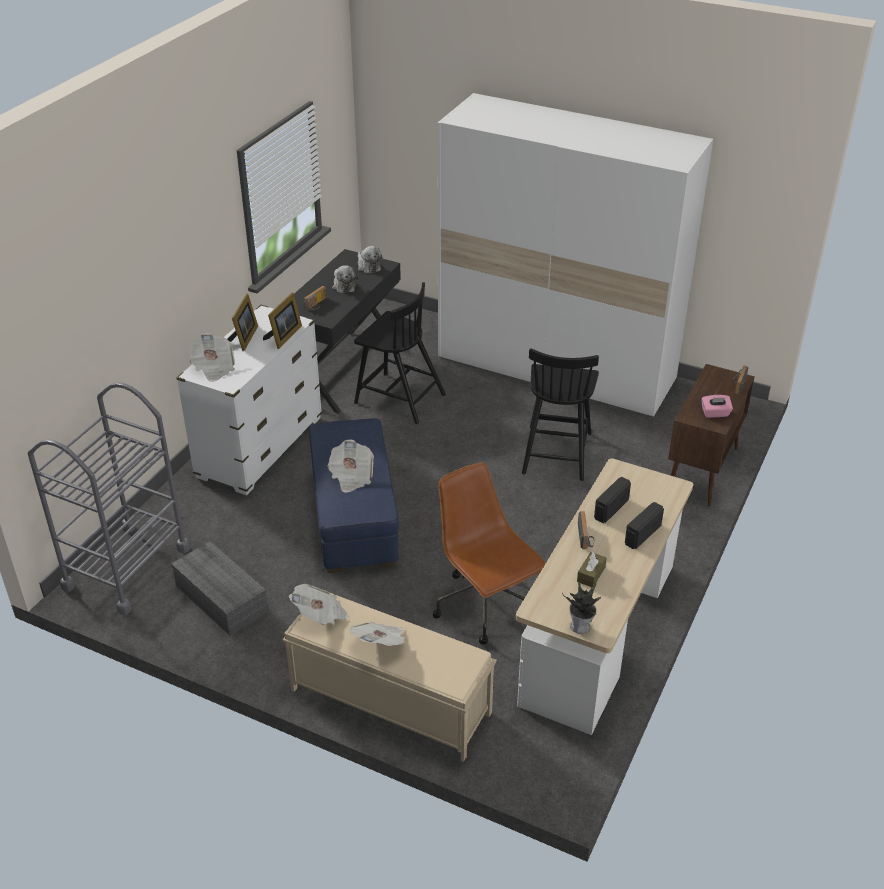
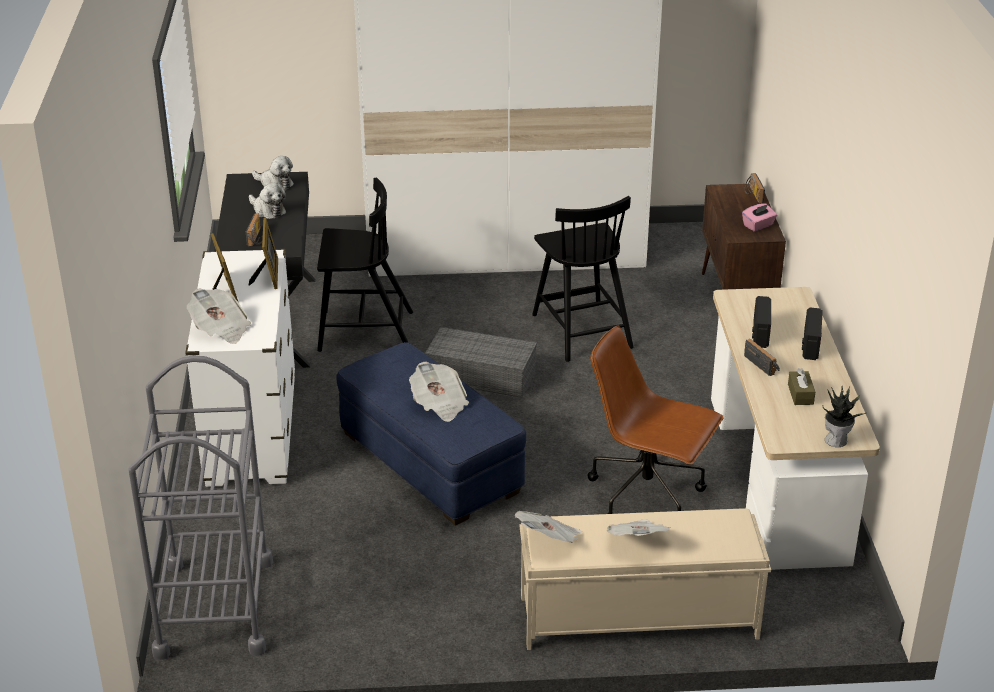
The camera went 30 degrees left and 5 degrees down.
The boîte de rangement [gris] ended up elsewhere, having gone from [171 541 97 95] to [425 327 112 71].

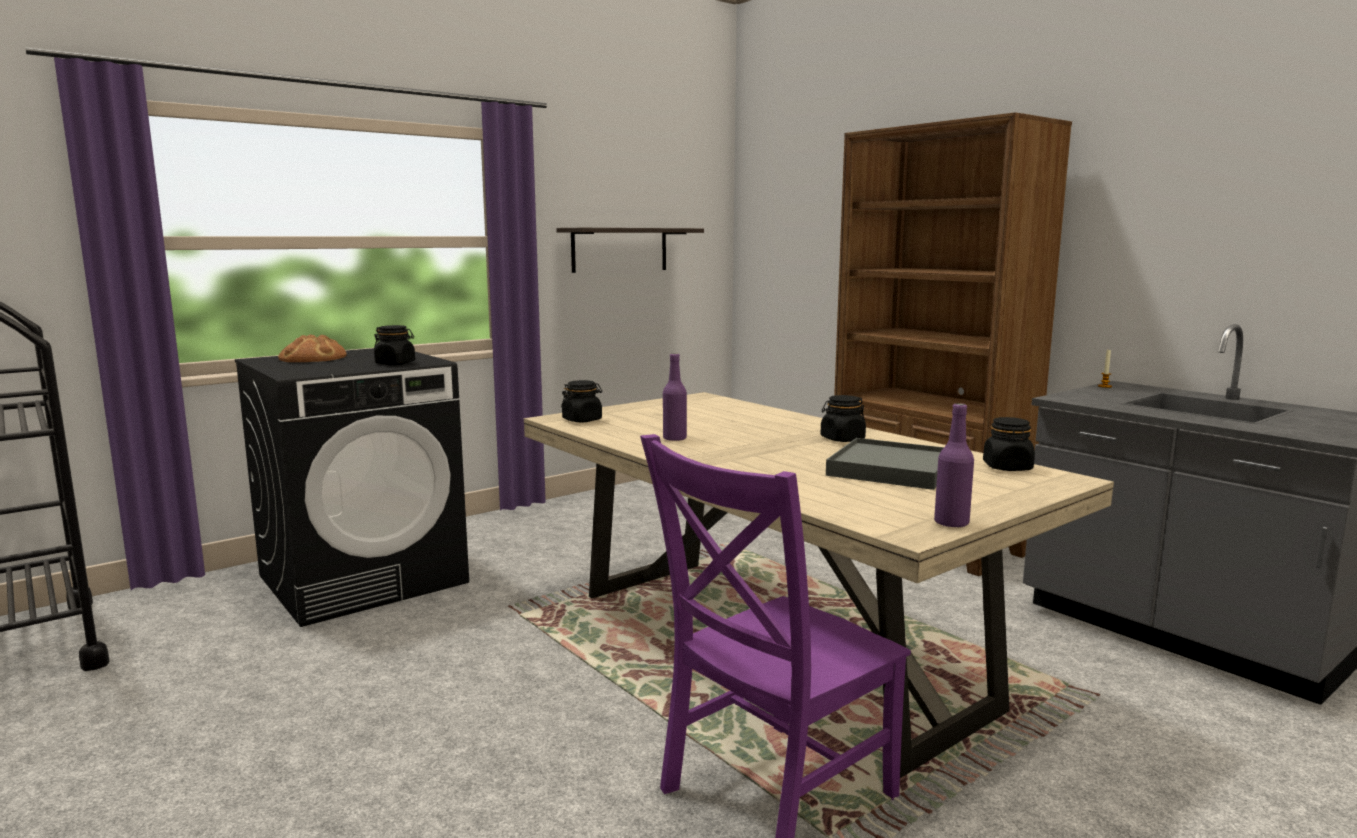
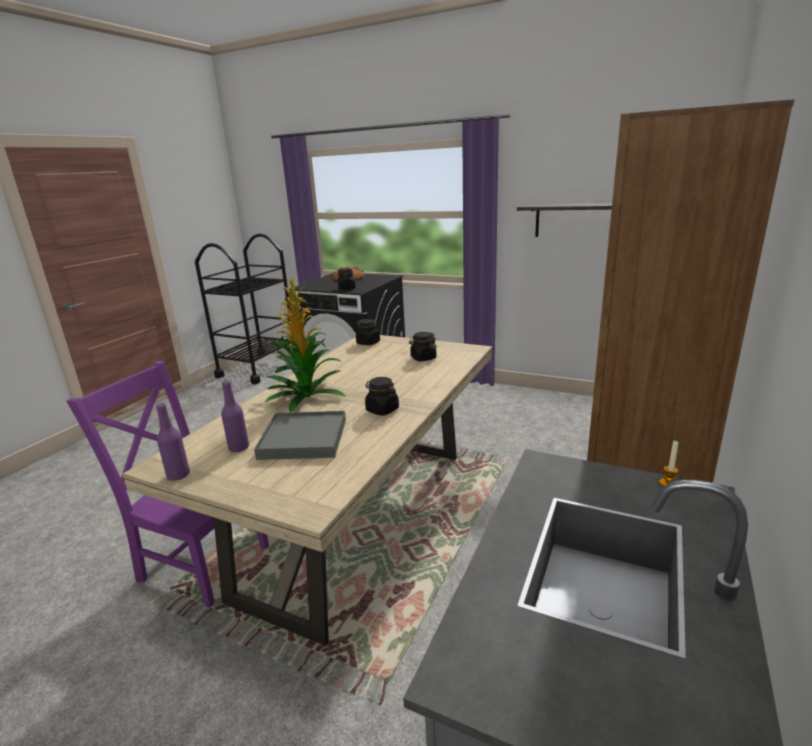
The camera went 65 degrees right and 10 degrees up.
The second view gained the plante en pot at [265 278 81 135].
The bouteille [violet] ended up elsewhere, having gone from [663 353 24 88] to [221 380 28 72].
The bocal [noir] ended up elsewhere, having gone from [983 417 52 54] to [409 332 28 30].

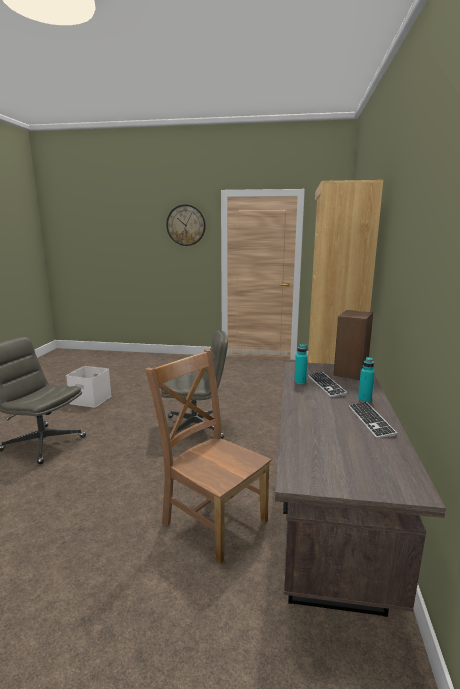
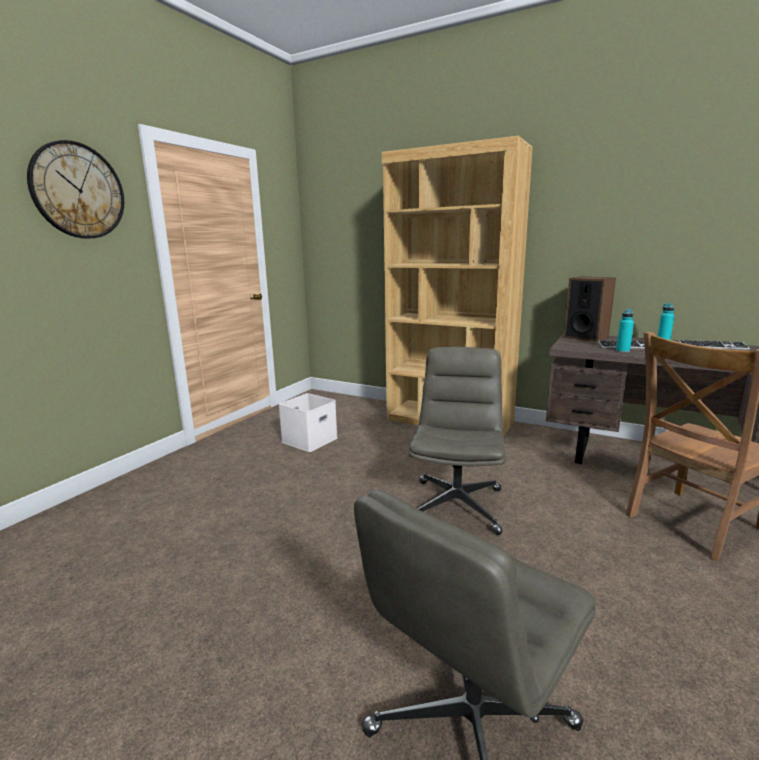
The camera went 70 degrees left and 0 degrees up.
The boîte de rangement [blanc] ended up elsewhere, having gone from [66 366 45 42] to [278 393 59 59].

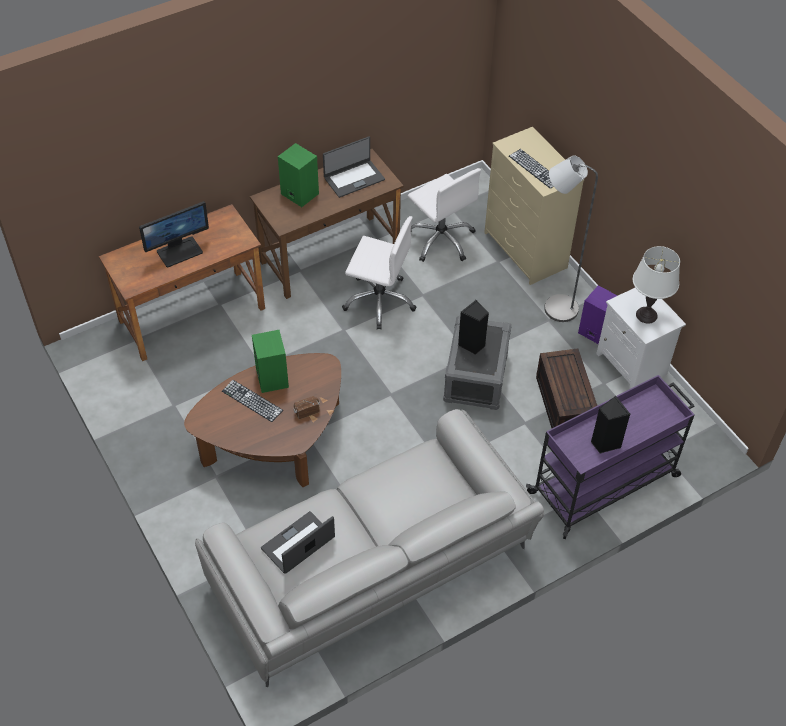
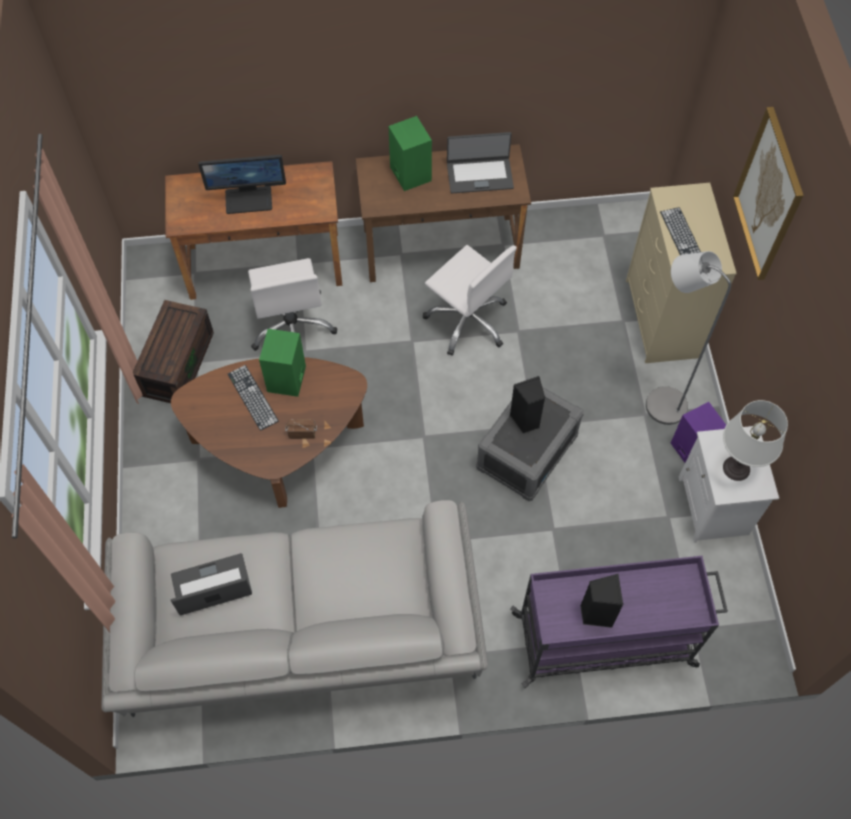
The camera went 25 degrees right and 10 degrees up.
The second view gained the tableau at [733 107 71 173].
The chaise de bureau [blanc] ended up elsewhere, having gone from [408 168 73 94] to [248 258 89 93].
The boîte de rangement [marron] ended up elsewhere, having gone from [536 348 61 80] to [133 300 81 103].

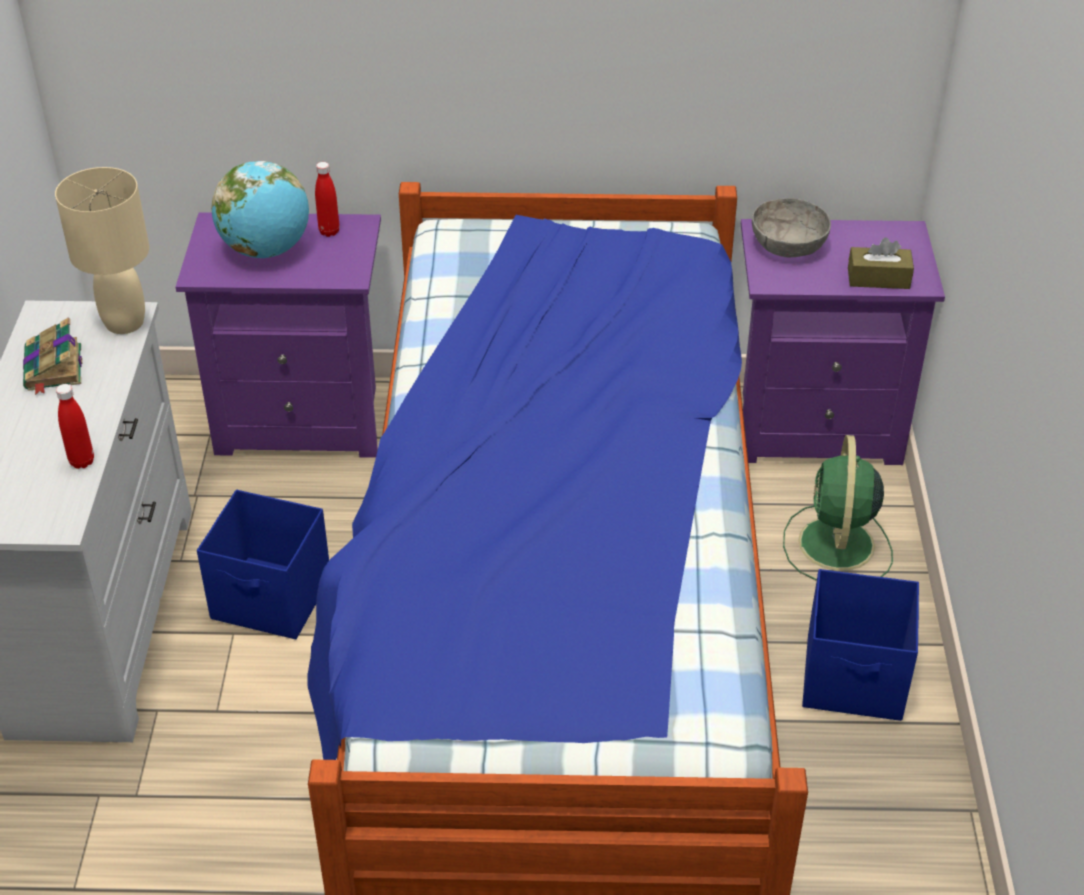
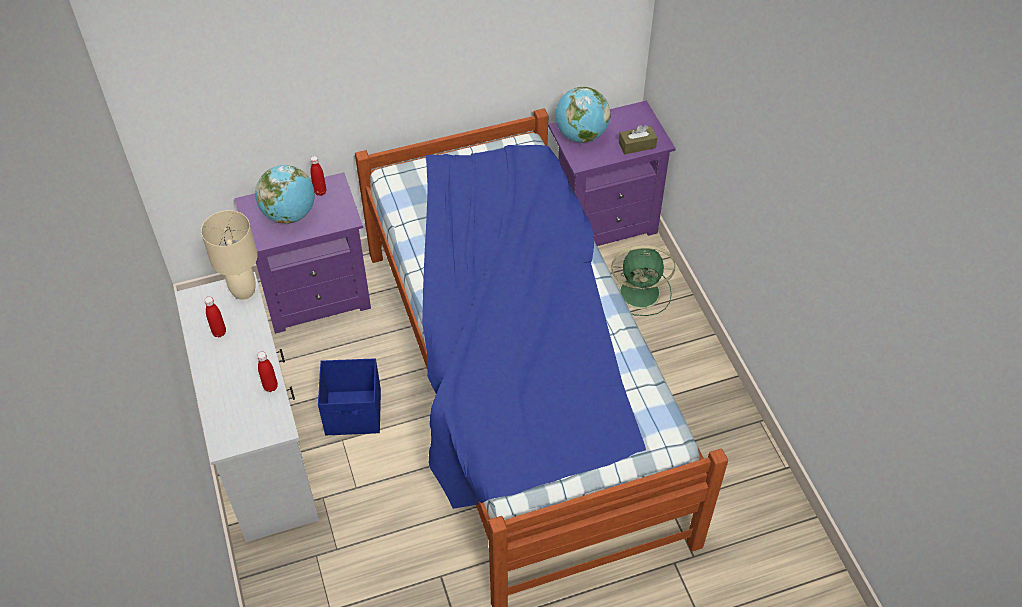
The camera went 20 degrees left and 10 degrees up.
The second view lost the boîte de rangement [bleu] at [802 569 117 152].
Where the livre stood at [23 317 59 78], the bouteille [rouge] came to stand at [204 297 22 40].
Where the bol [gris] stood at [752 198 79 60], the globe came to stand at [555 87 56 56].
The ventilateur [vert] at [783 435 110 146] ended up facing another way, 75 degrees counterclockwise from before.

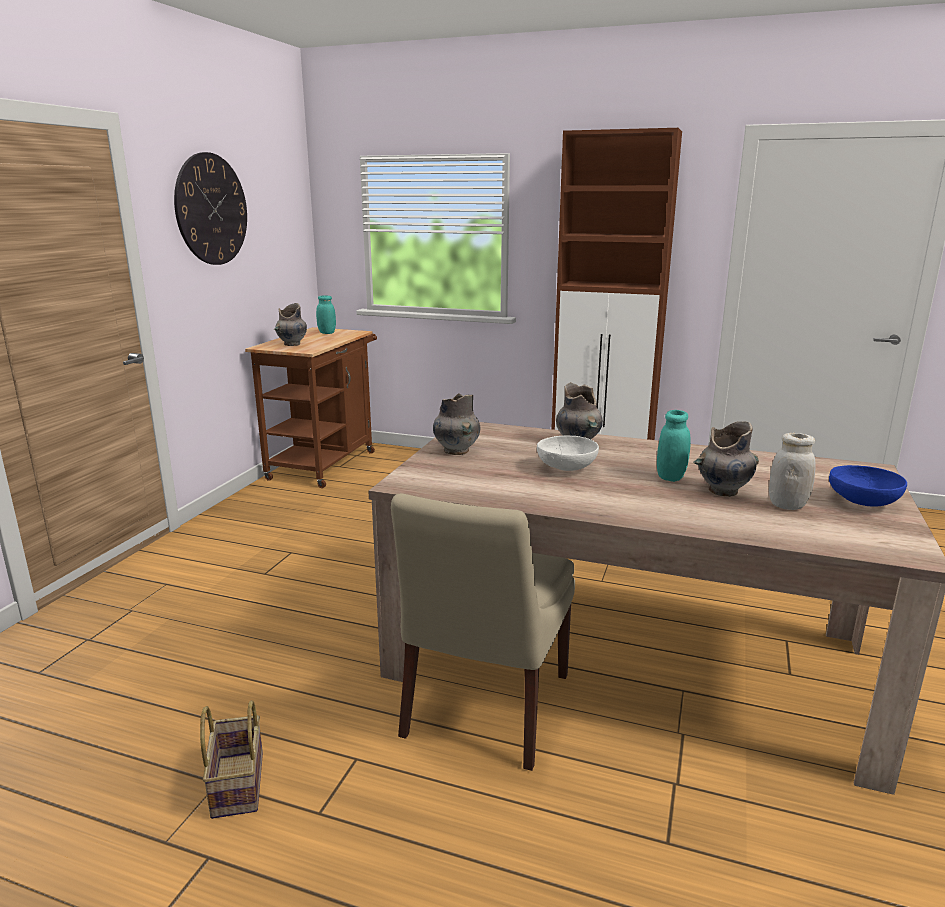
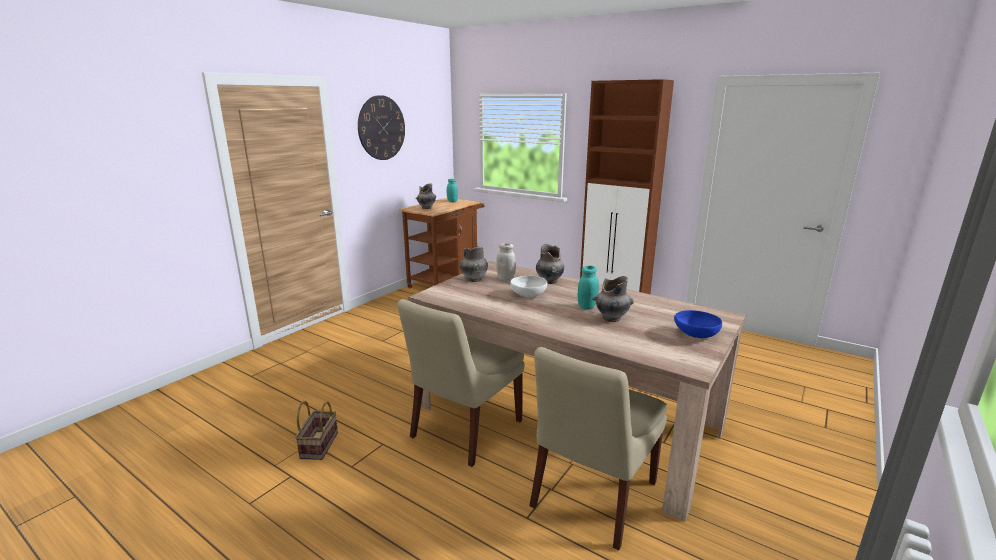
The camera went 15 degrees right and 0 degrees up.
The second view gained the chaise [beige] at [529 347 138 203].
The bocal [blanc] ended up elsewhere, having gone from [769 433 46 77] to [496 243 20 38].

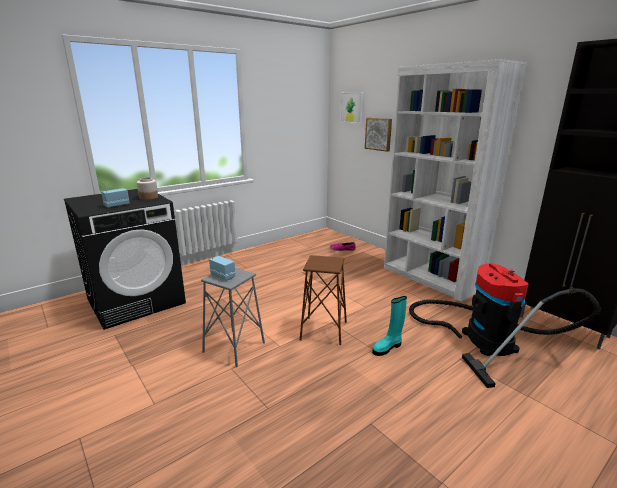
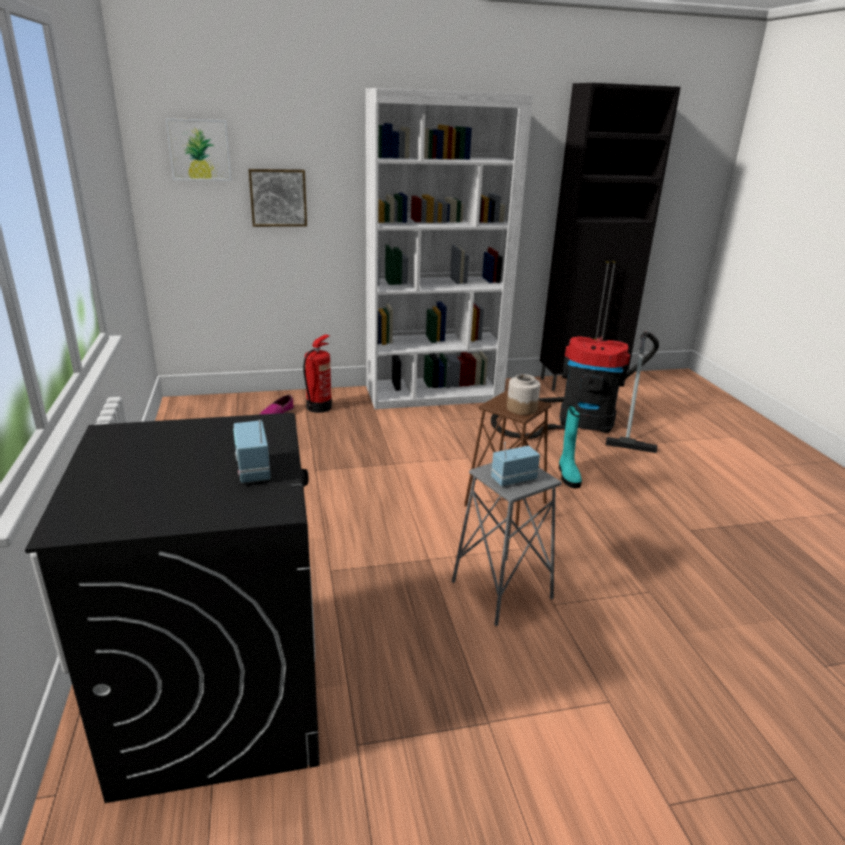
The camera went 65 degrees left and 5 degrees up.
The second view gained the extincteur at [303 334 29 79].
The bocal ended up elsewhere, having gone from [137 177 21 23] to [507 374 33 41].

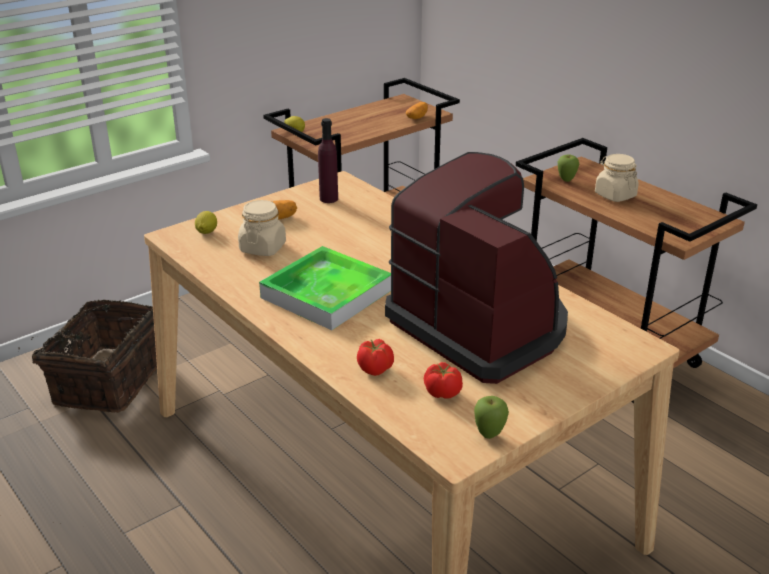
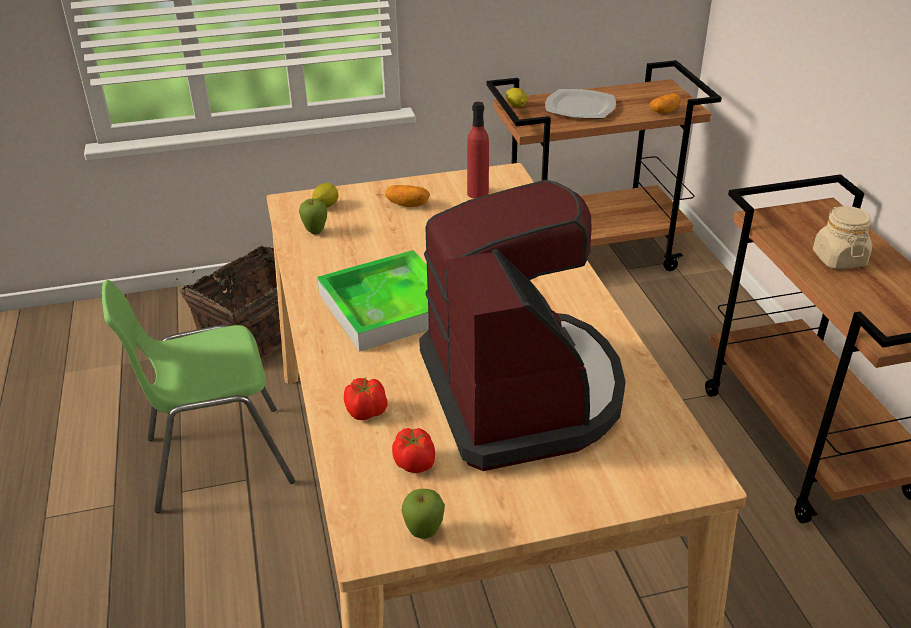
The camera went 25 degrees right and 5 degrees up.
The second view lost the bocal [beige] at [238 200 48 56].
The second view gained the chaise [vert] at [102 280 193 233].
The second view gained the assiette at [545 89 71 30].
The pomme ended up elsewhere, having gone from [558 155 21 27] to [299 199 28 35].
What was the bouteille [violet] at [318 118 20 85] turned into the bouteille [rouge] at [467 102 22 97].

